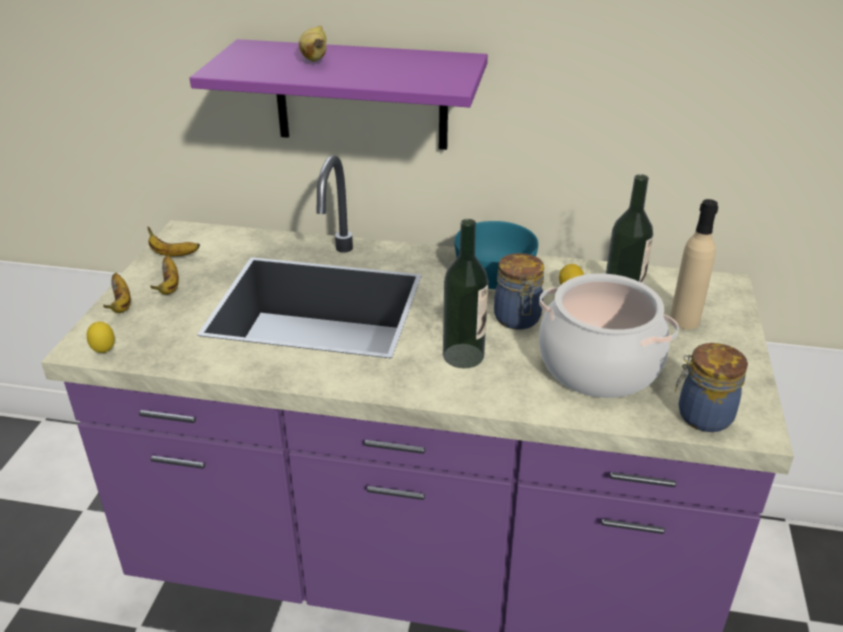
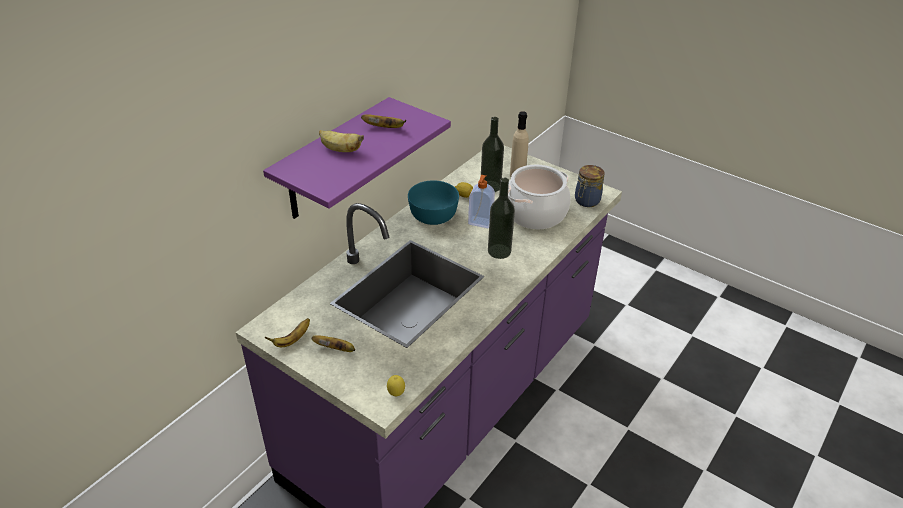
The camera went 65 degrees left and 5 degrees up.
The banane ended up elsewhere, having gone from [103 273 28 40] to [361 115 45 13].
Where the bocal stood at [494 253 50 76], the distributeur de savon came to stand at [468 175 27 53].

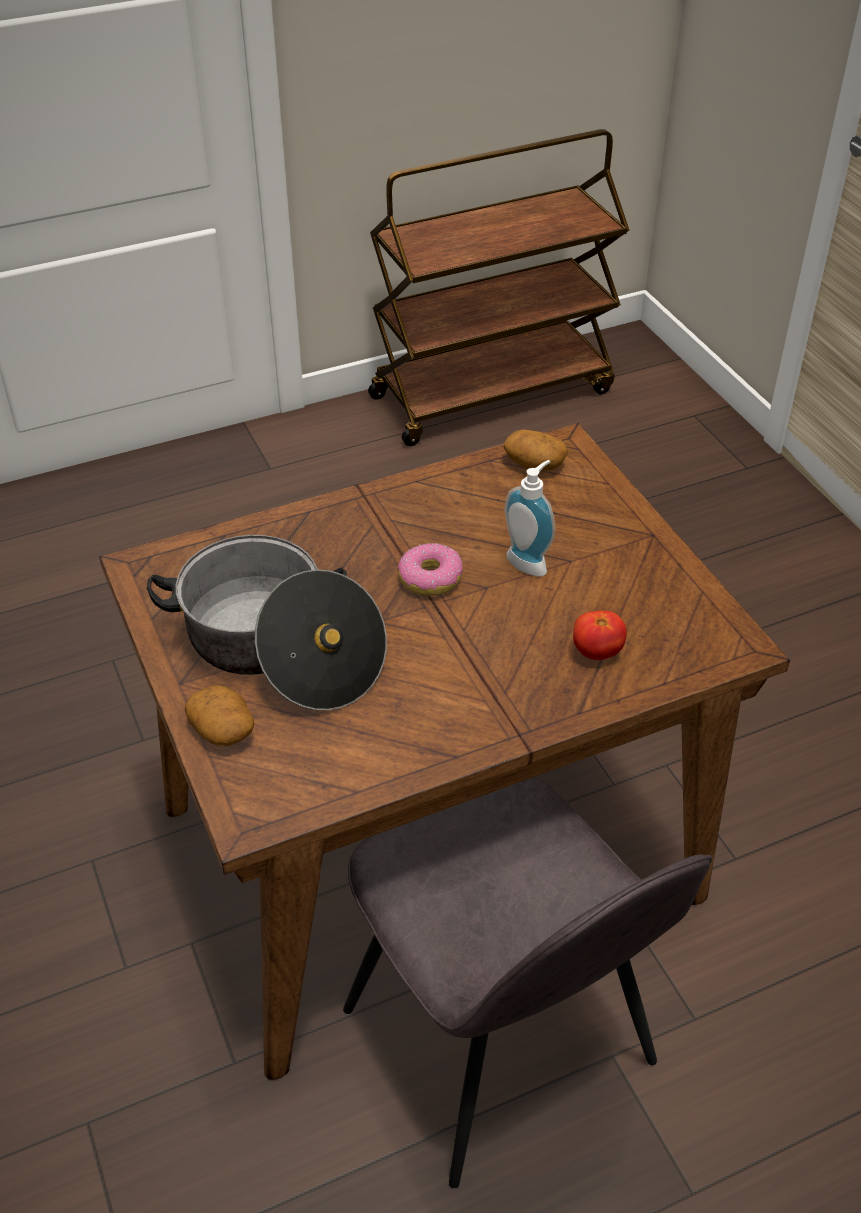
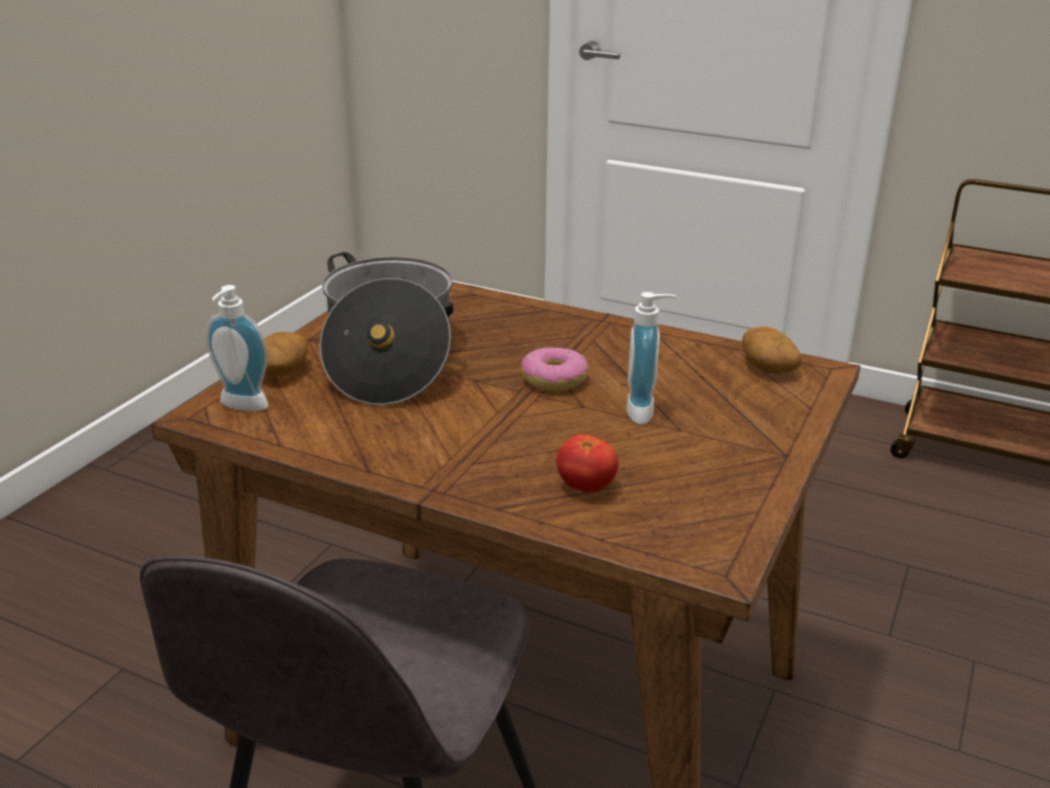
The camera went 50 degrees right and 15 degrees down.
The second view gained the distributeur de savon at [206 285 63 126].

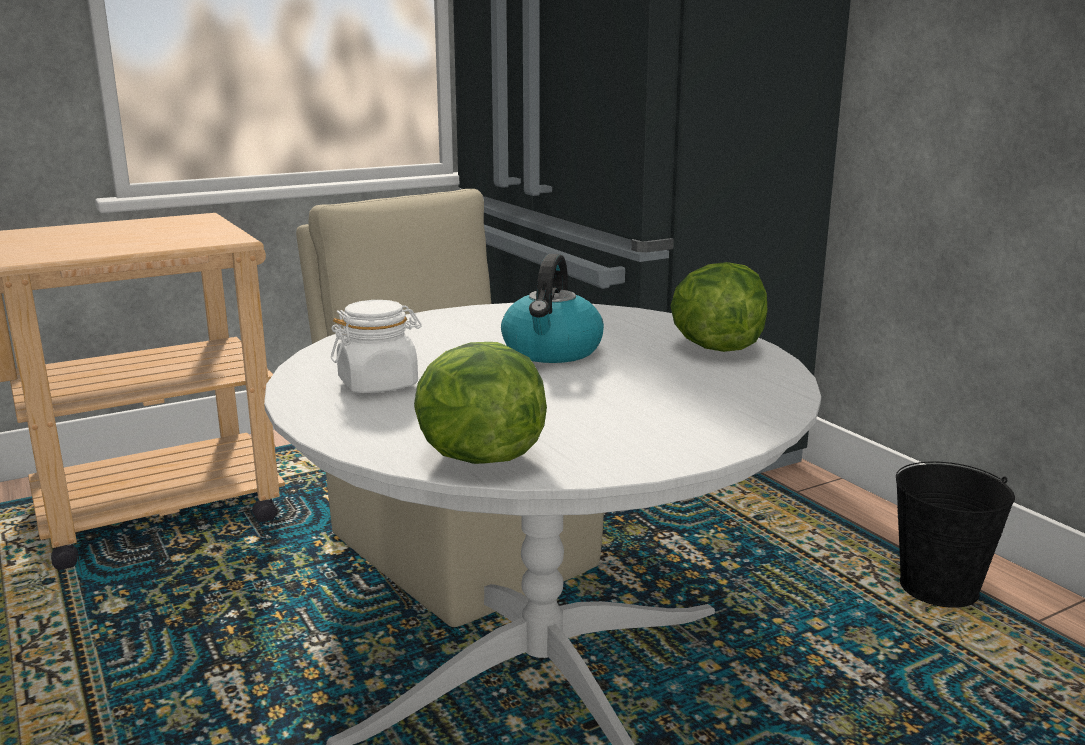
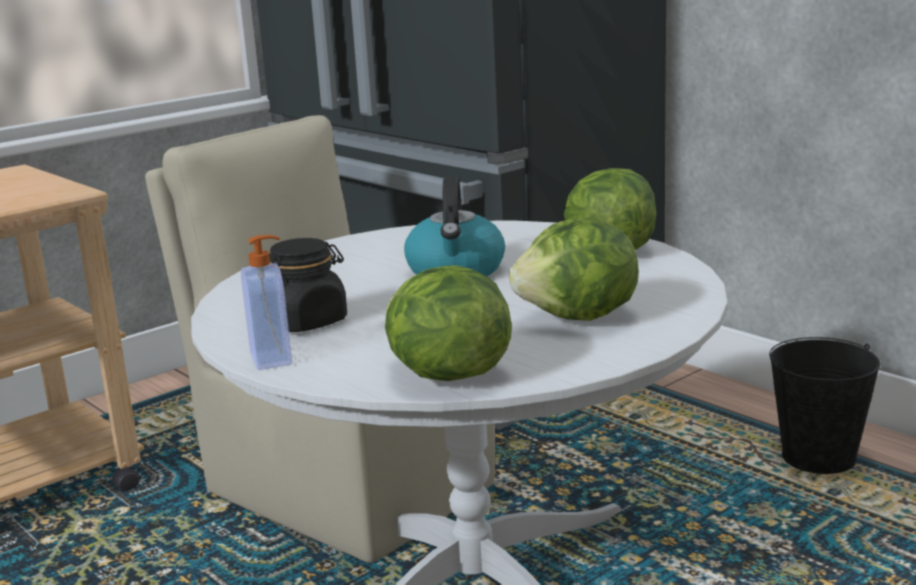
The camera went 10 degrees left and 0 degrees up.
The second view gained the distributeur de savon at [241 235 51 135].
The second view gained the laitue at [509 218 130 103].
What was the bocal [blanc] at [331 300 91 93] turned into the bocal [noir] at [269 238 78 94].

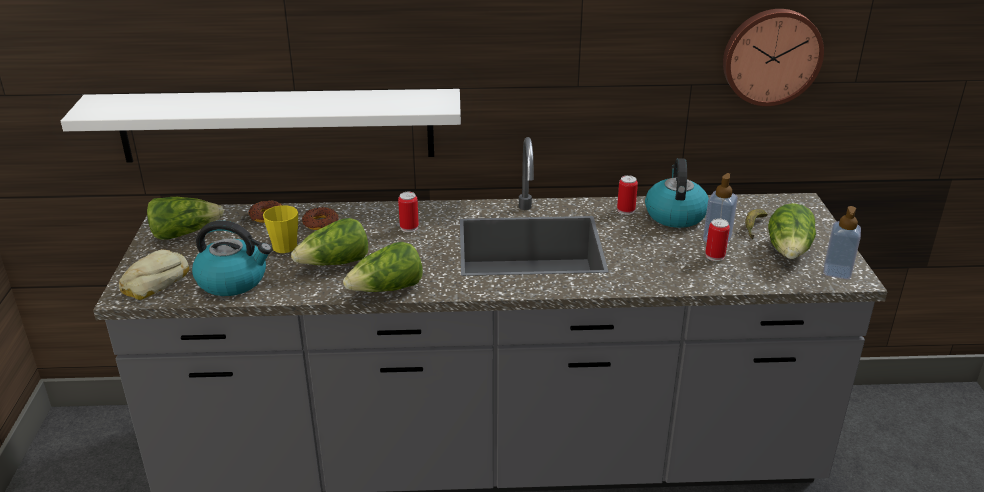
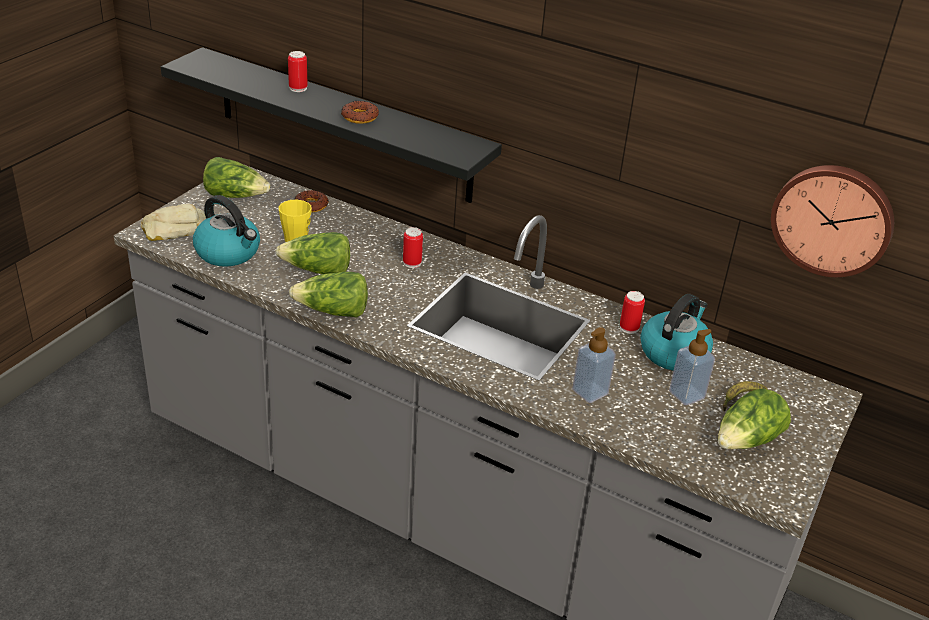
The camera went 30 degrees right and 5 degrees up.
The beignet ended up elsewhere, having gone from [302 207 37 23] to [341 101 38 23].
The boîte métallique ended up elsewhere, having gone from [705 219 25 42] to [288 51 20 41].
The distributeur de savon ended up elsewhere, having gone from [823 206 38 73] to [572 327 44 76].
What was the étagère [blanc] at [61 89 400 74] turned into the étagère [noir] at [161 47 341 156].

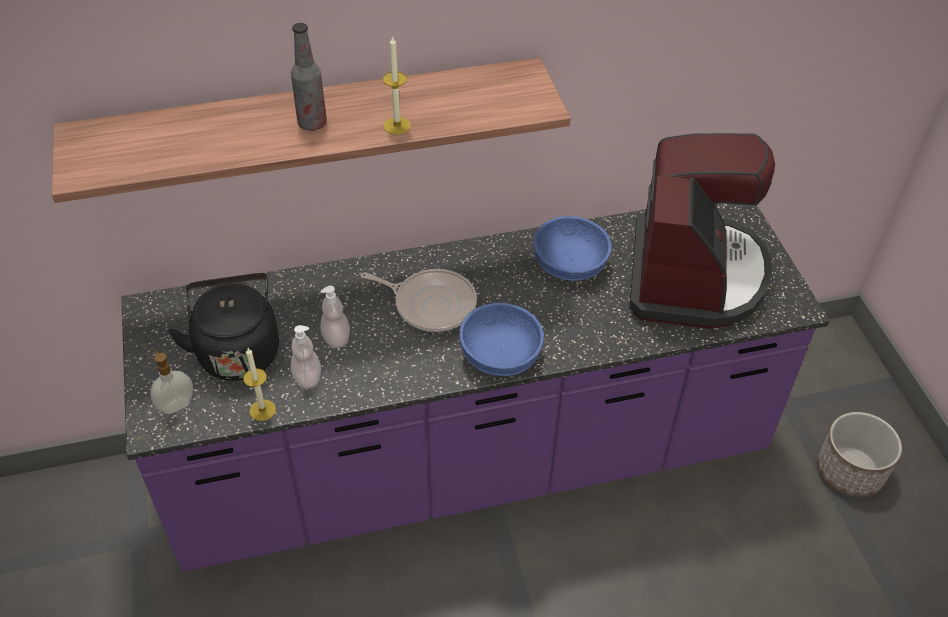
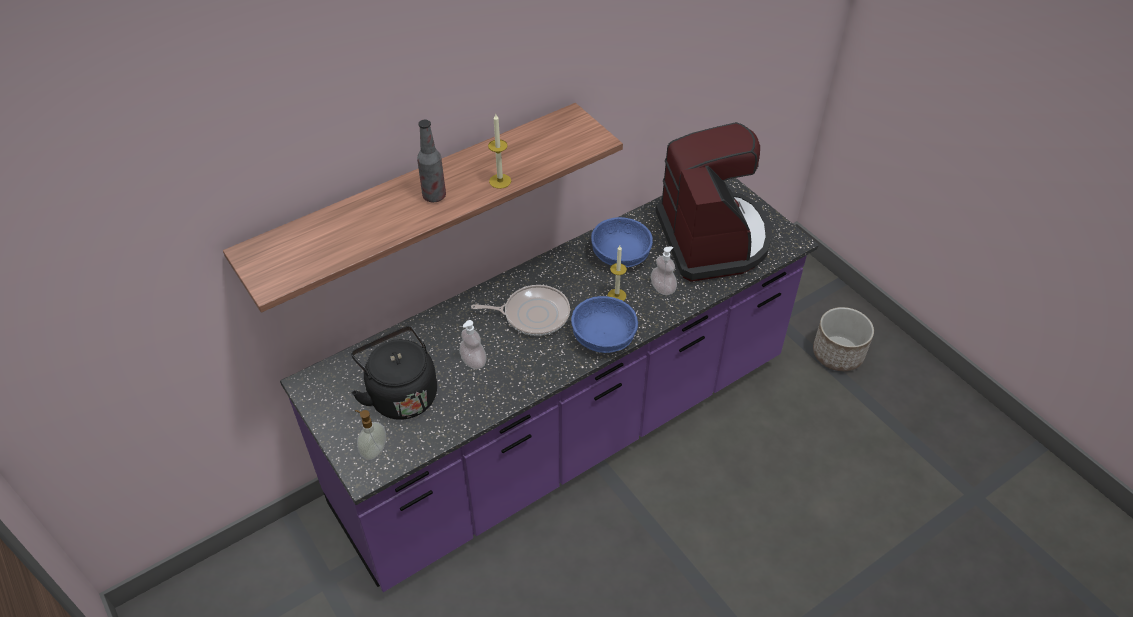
The camera went 20 degrees left and 0 degrees up.
The bougie ended up elsewhere, having gone from [243 348 33 73] to [608 246 19 55].
The distributeur de savon ended up elsewhere, having gone from [291 325 30 64] to [651 247 26 48].

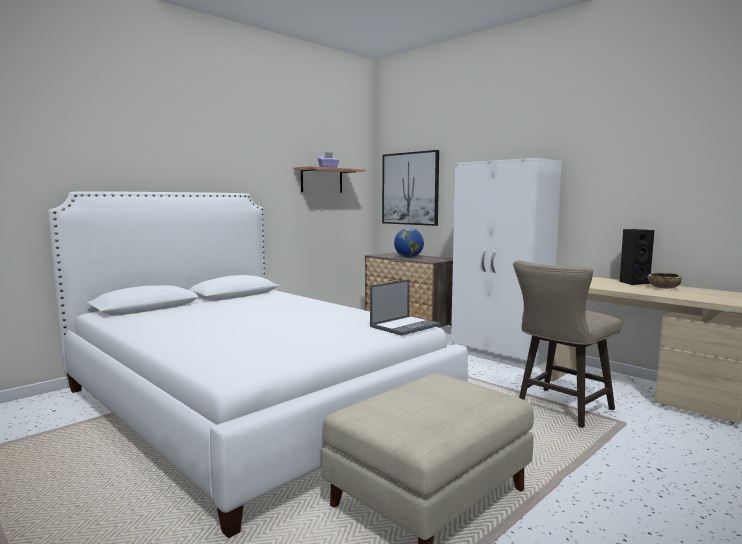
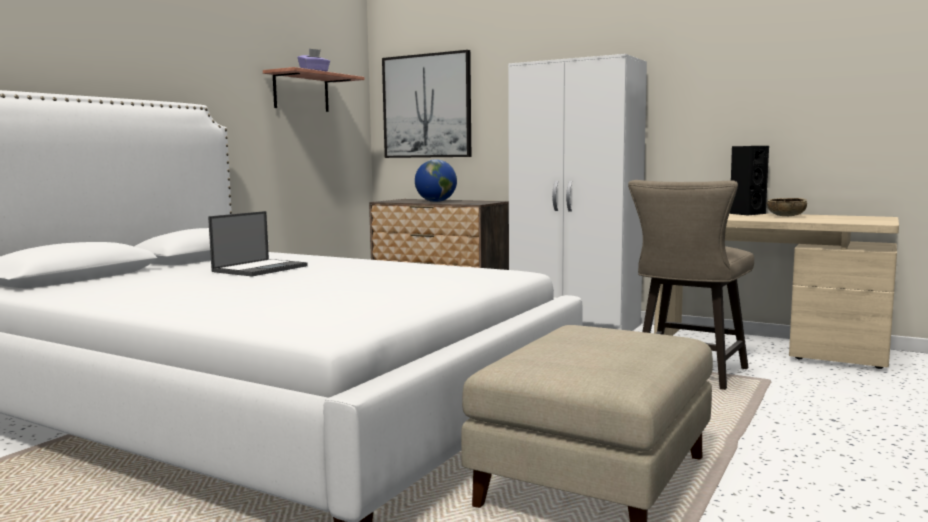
The camera went 15 degrees left and 0 degrees up.
The ordinateur portable ended up elsewhere, having gone from [370 280 71 56] to [208 211 100 65].

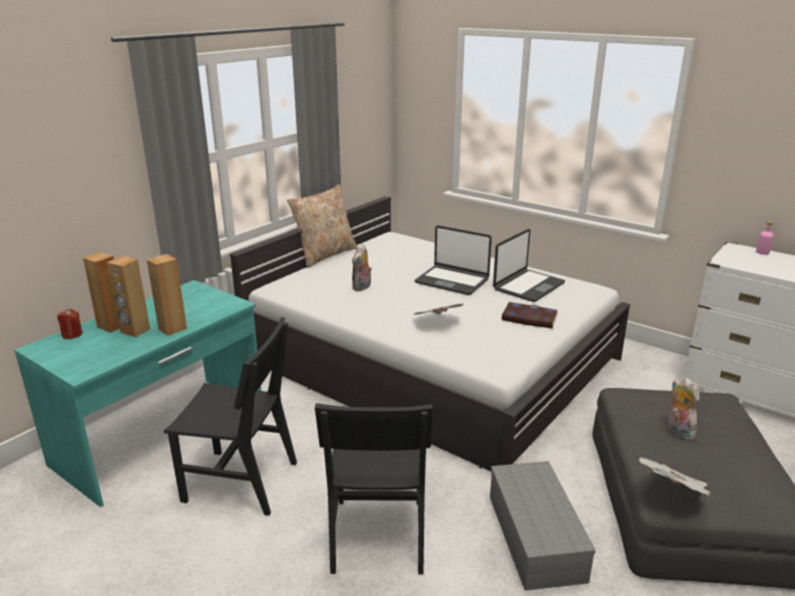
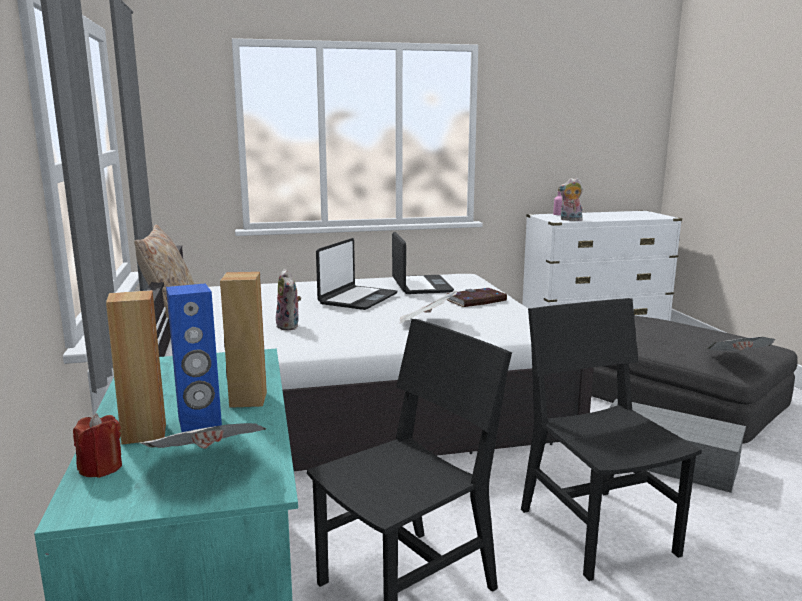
The camera went 50 degrees left and 10 degrees down.
The second view gained the journal at [140 423 126 26].
The peluche ended up elsewhere, having gone from [668 378 32 62] to [559 178 24 43].
What was the enceinte [marron] at [107 256 43 81] turned into the enceinte [bleu] at [166 283 56 149].
The chaise [noir] at [315 403 118 171] ended up facing another way, 150 degrees counterclockwise from before.
The ordinateur portable at [415 226 77 69] ended up facing another way, 45 degrees counterclockwise from before.

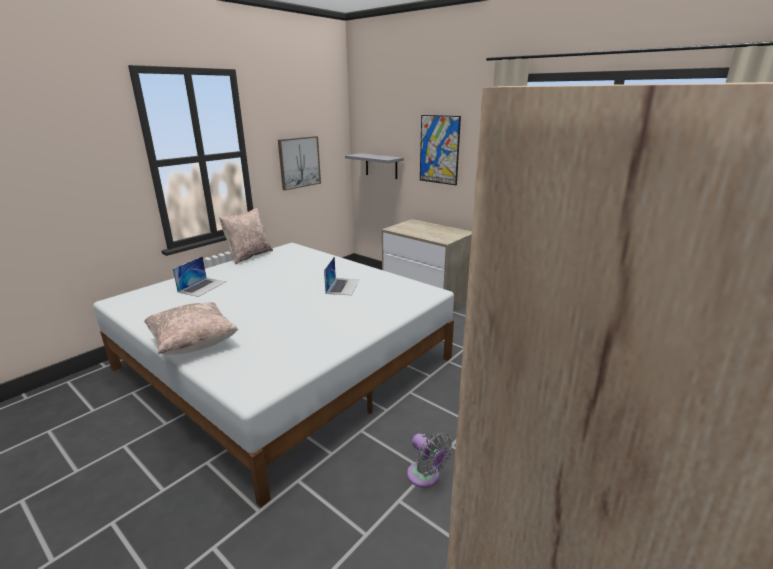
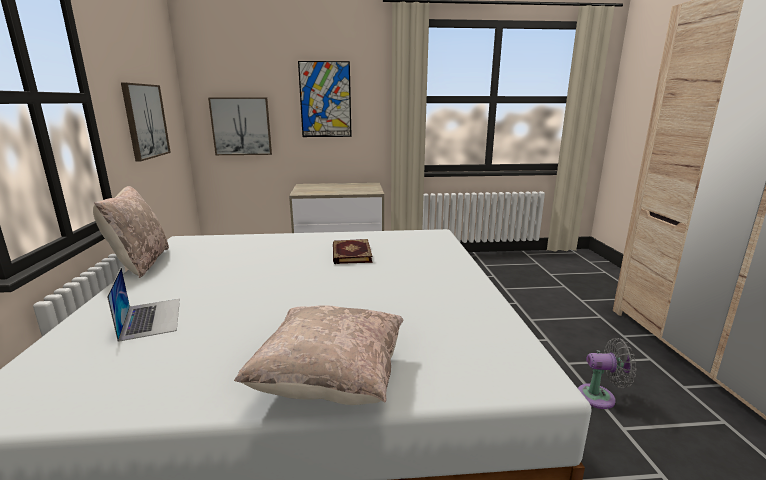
The camera went 45 degrees left and 5 degrees down.
Where the ordinateur portable stood at [324 256 36 39], the livre came to stand at [333 239 39 25].
Where the étagère [gris] hung at [345 153 59 26], the tableau came to hang at [208 97 64 58].

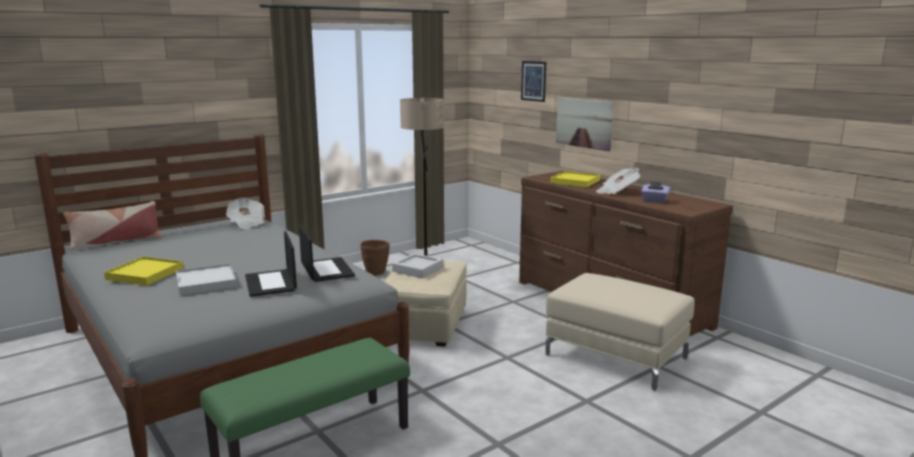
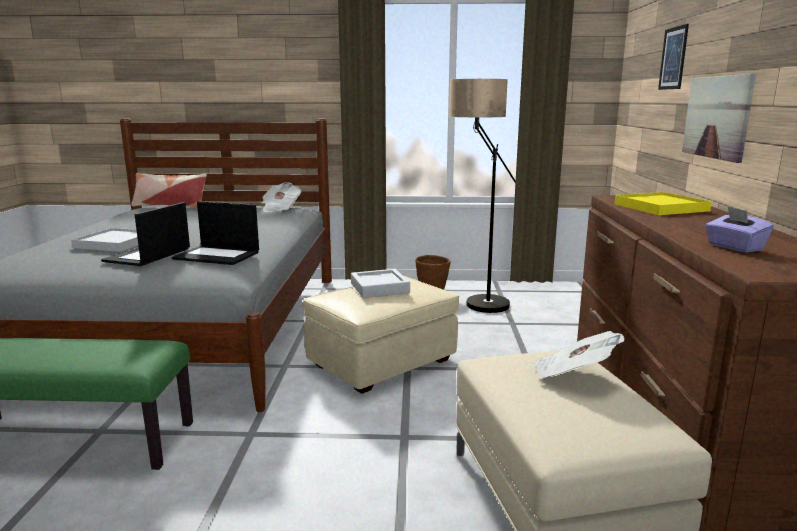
The camera went 40 degrees right and 0 degrees up.
The second view lost the plateau [jaune] at [104 257 79 28].
The journal ended up elsewhere, having gone from [596 168 44 26] to [533 331 91 48].
The ordinateur portable at [299 225 56 57] ended up facing another way, 90 degrees clockwise from before.

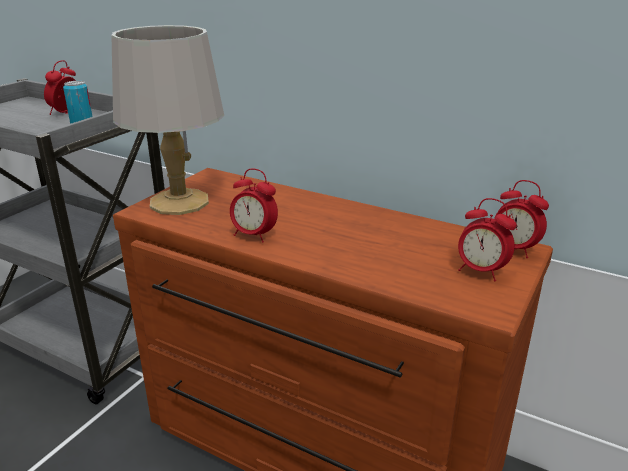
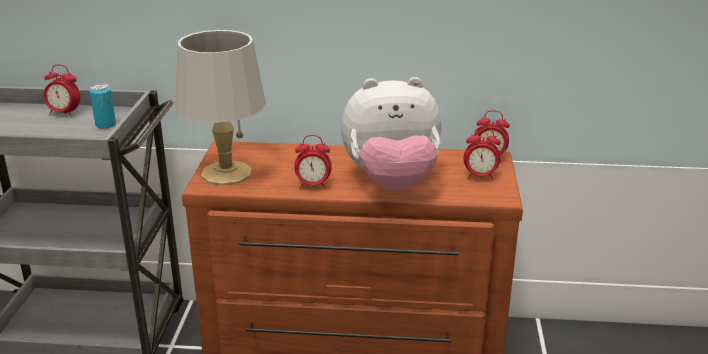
The camera went 25 degrees left and 0 degrees up.
The second view gained the peluche at [341 77 100 114].
The réveil at [44 60 32 55] ended up facing another way, 75 degrees counterclockwise from before.

